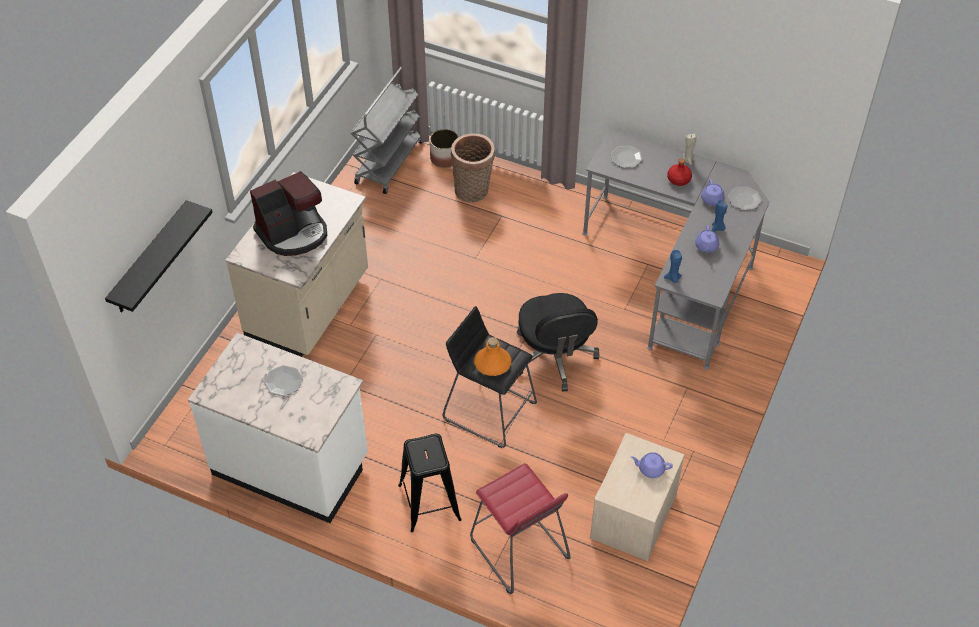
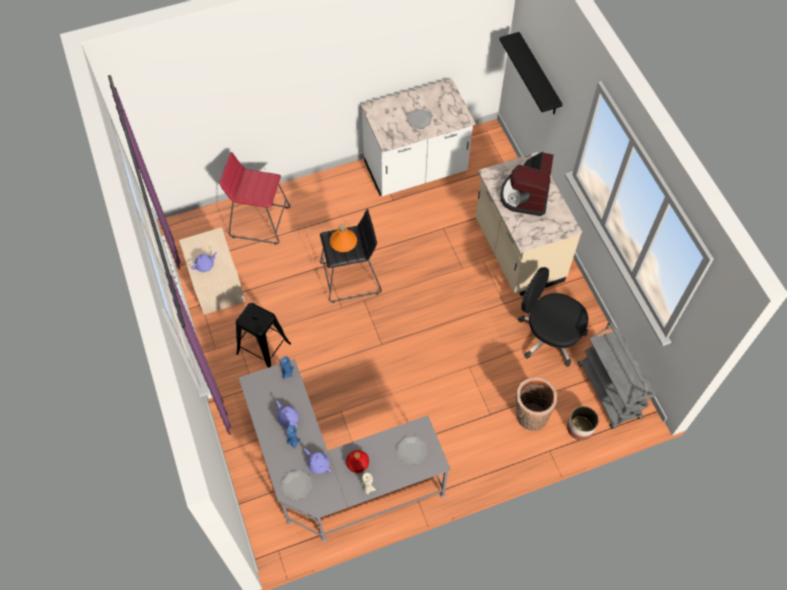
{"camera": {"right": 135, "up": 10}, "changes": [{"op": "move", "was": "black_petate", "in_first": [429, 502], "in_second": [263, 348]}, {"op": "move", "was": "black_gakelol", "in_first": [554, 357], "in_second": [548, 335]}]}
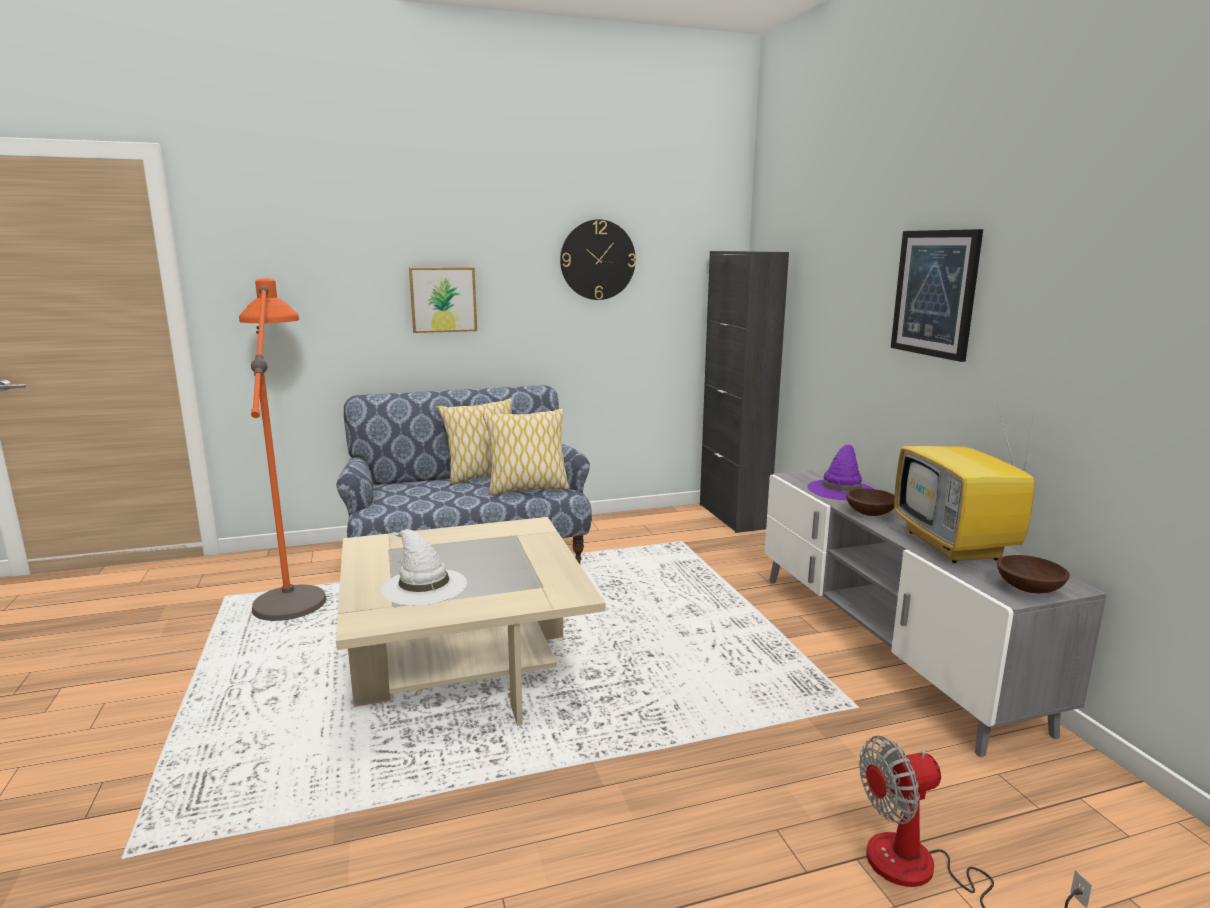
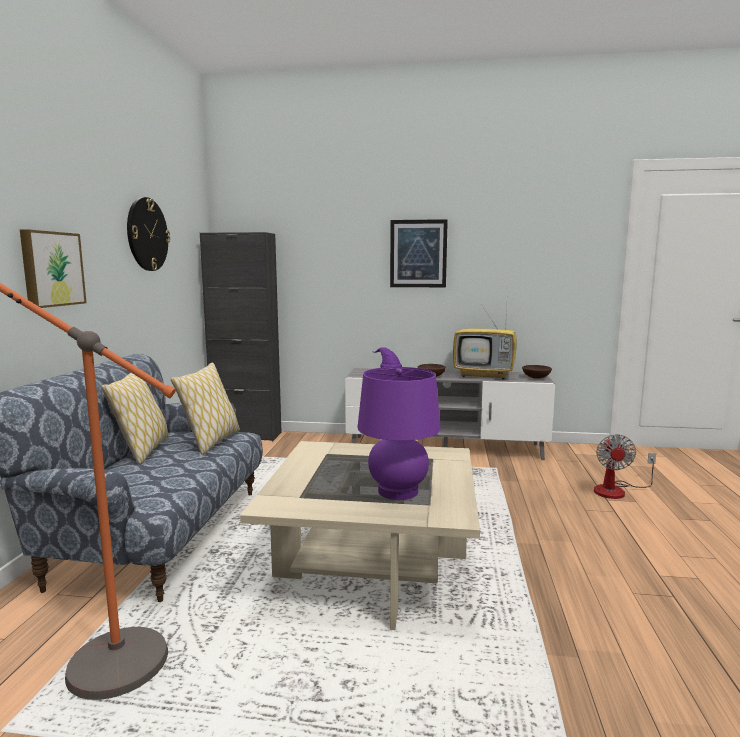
{"camera": {"right": -65, "up": -5}, "changes": [{"op": "replace", "was": "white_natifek", "now": "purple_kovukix", "in_first": [423, 586], "in_second": [398, 491]}]}
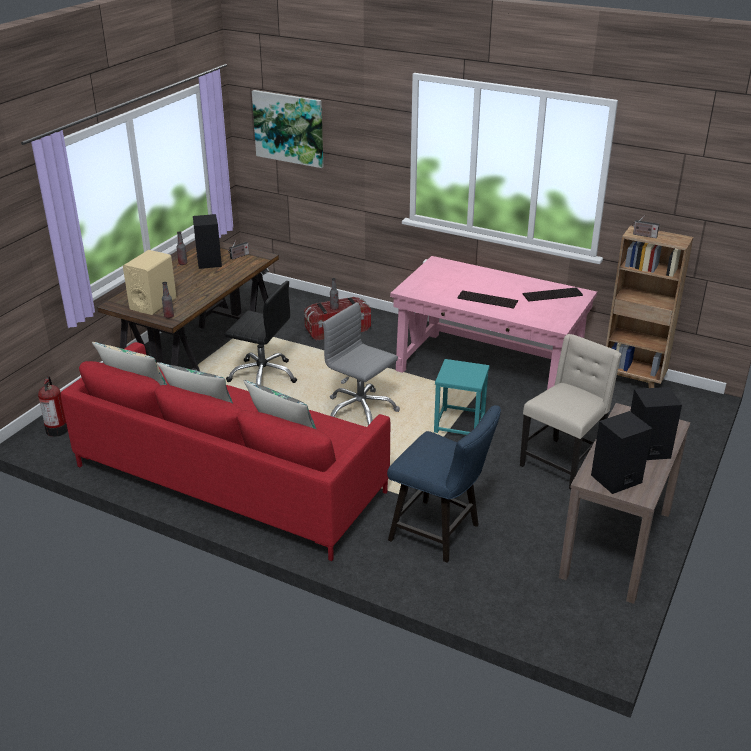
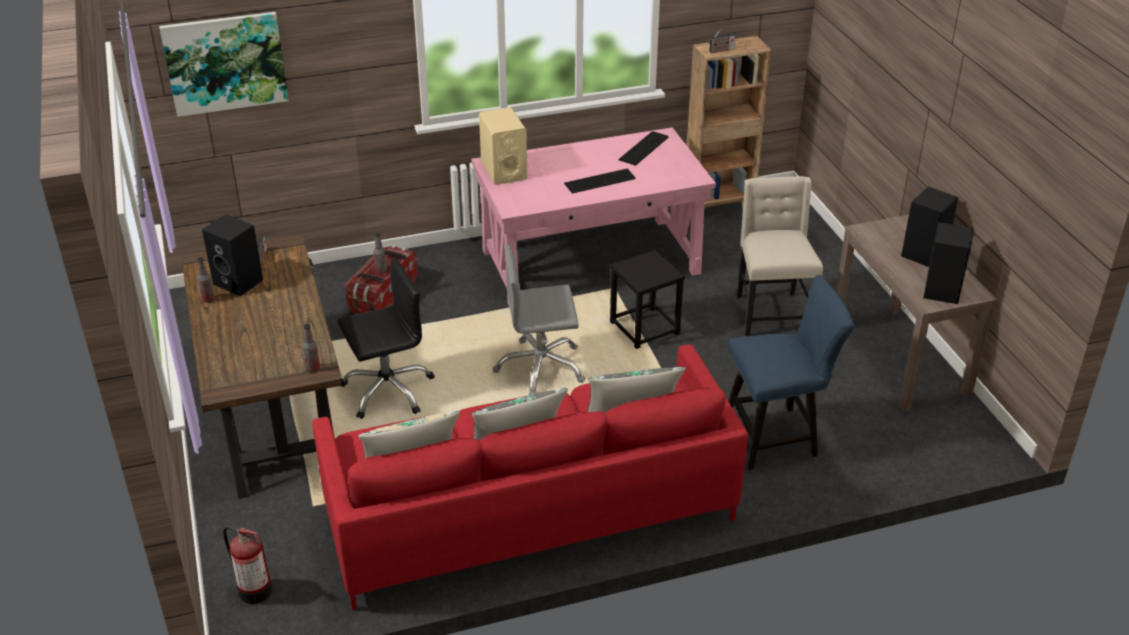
{"camera": {"right": -45, "up": 5}, "changes": [{"op": "move", "was": "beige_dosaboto", "in_first": [153, 304], "in_second": [503, 171]}, {"op": "recolor", "was": "turquoise_petate", "now": "black_petate", "in_first": [459, 424], "in_second": [644, 328]}]}
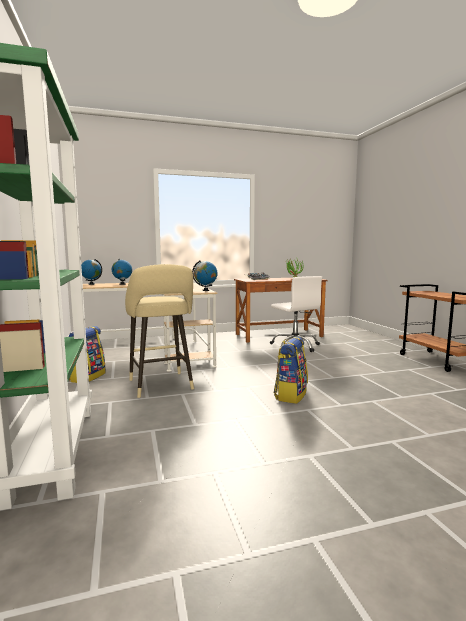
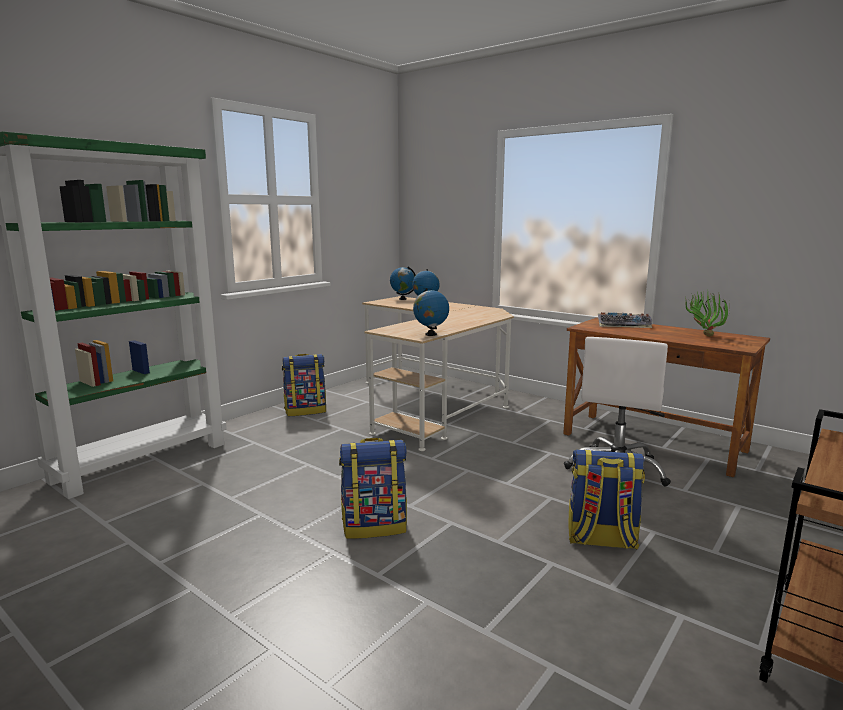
{"camera": {"right": 55, "up": 5}, "changes": [{"op": "insert", "now": "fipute", "in_second": [601, 540]}, {"op": "delete", "was": "beige_petate", "in_first": [161, 386]}]}
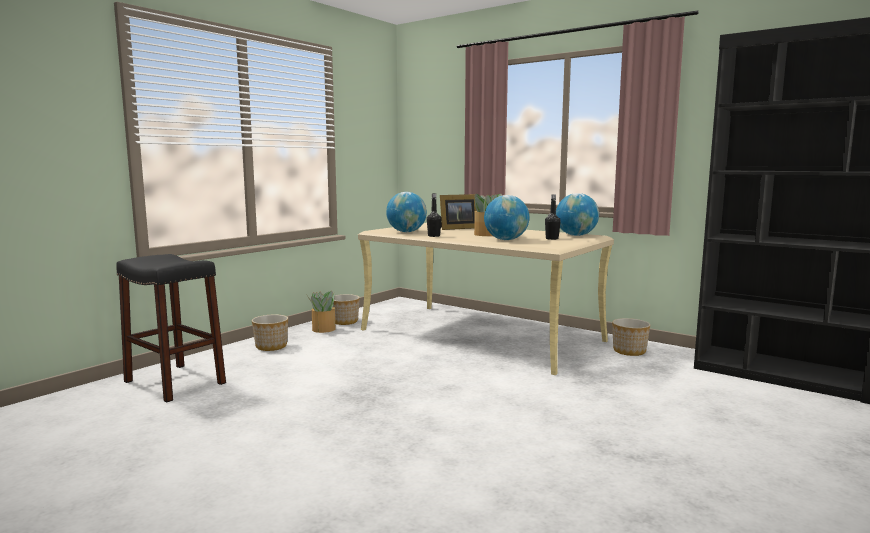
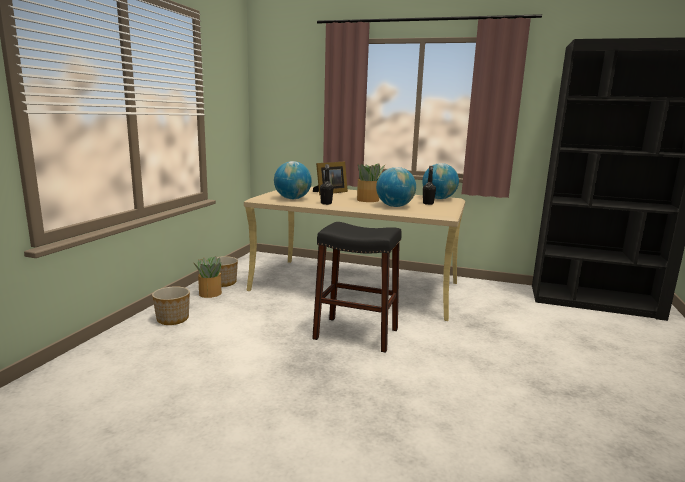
{"camera": {"right": -20, "up": 5}, "changes": [{"op": "move", "was": "black_petate", "in_first": [174, 382], "in_second": [356, 334]}, {"op": "delete", "was": "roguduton", "in_first": [630, 351]}]}
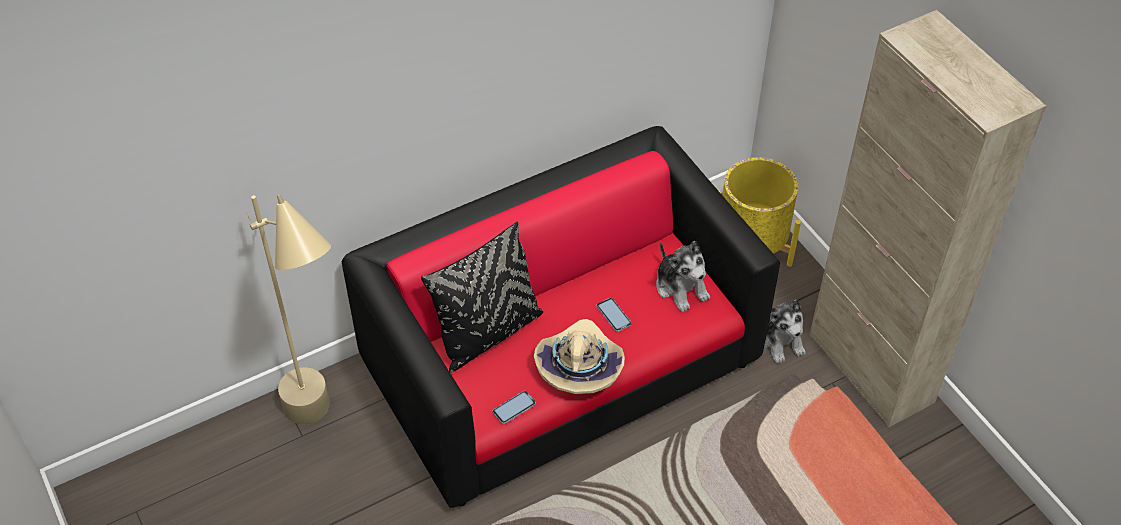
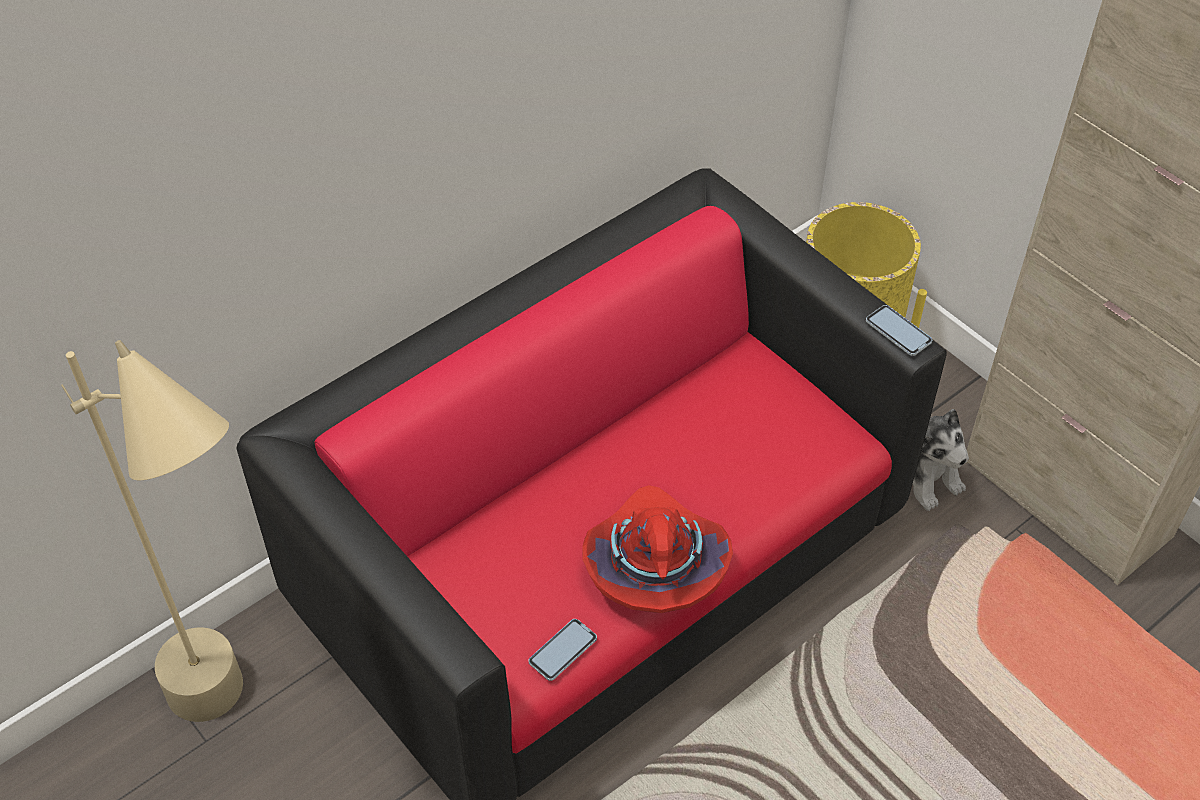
{"camera": {"right": -10, "up": 0}, "changes": [{"op": "recolor", "was": "beige_natifek", "now": "red_natifek", "in_first": [579, 365], "in_second": [654, 563]}, {"op": "move", "was": "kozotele", "in_first": [613, 315], "in_second": [898, 331]}, {"op": "delete", "was": "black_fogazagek", "in_first": [488, 333]}, {"op": "delete", "was": "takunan", "in_first": [681, 287]}]}
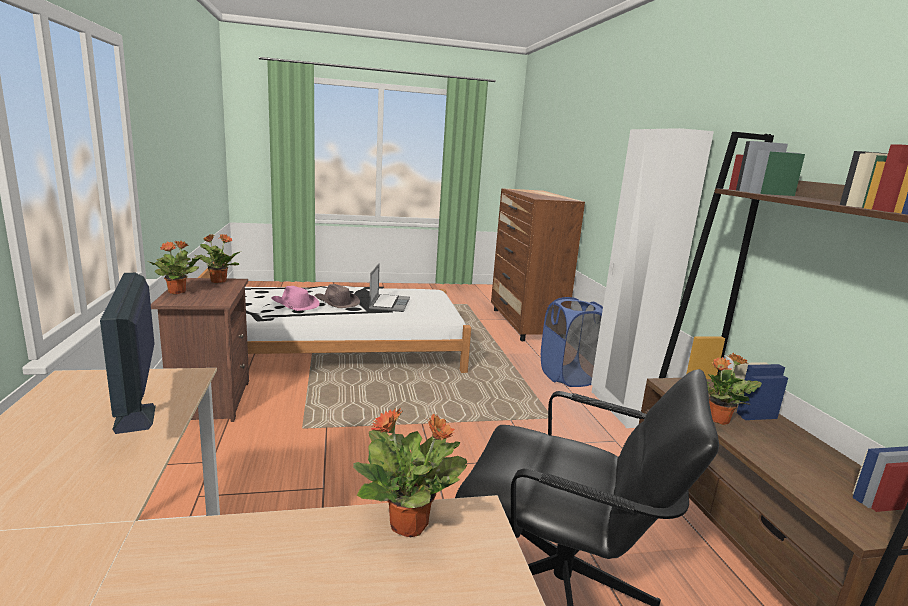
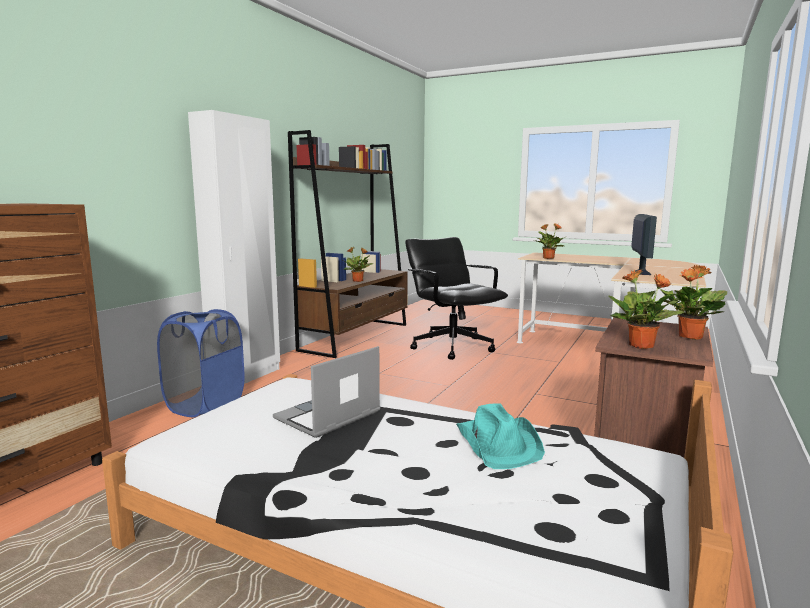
{"camera": {"right": -140, "up": -5}, "changes": [{"op": "recolor", "was": "pink_natifek", "now": "turquoise_natifek", "in_first": [295, 305], "in_second": [498, 444]}, {"op": "delete", "was": "brown_natifek", "in_first": [336, 302]}]}
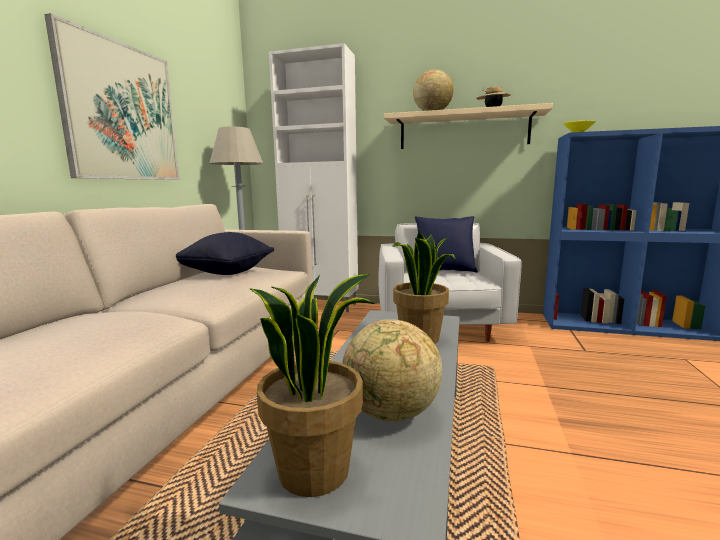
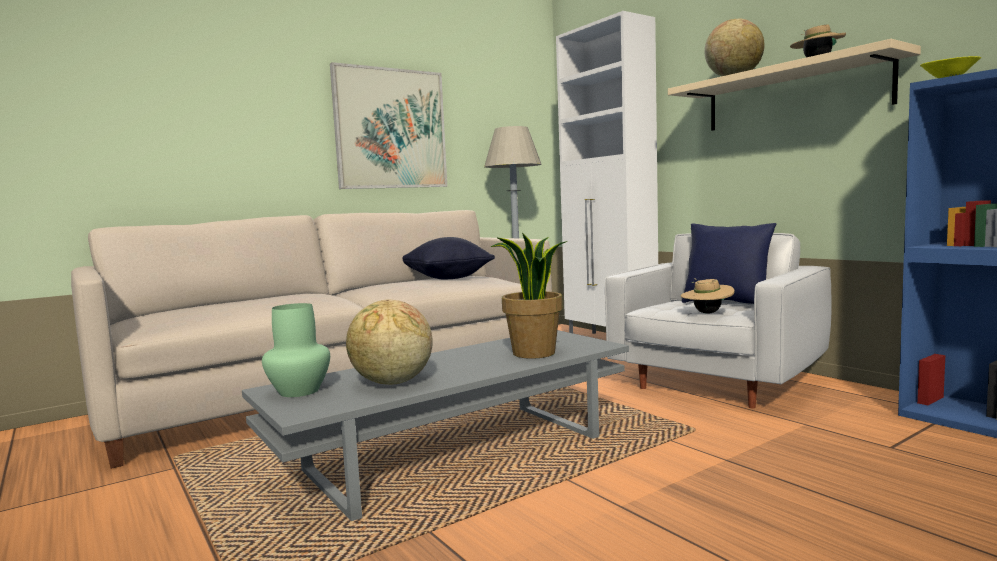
{"camera": {"right": 40, "up": -5}, "changes": [{"op": "replace", "was": "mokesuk", "now": "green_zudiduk", "in_first": [315, 469], "in_second": [299, 391]}, {"op": "insert", "now": "beige_natifek", "in_second": [707, 313]}]}
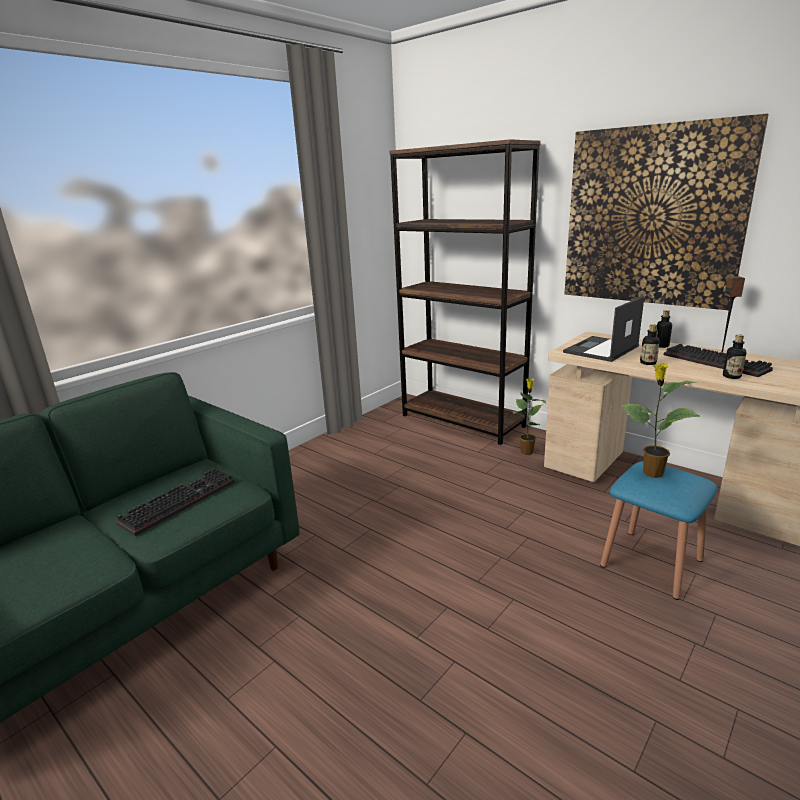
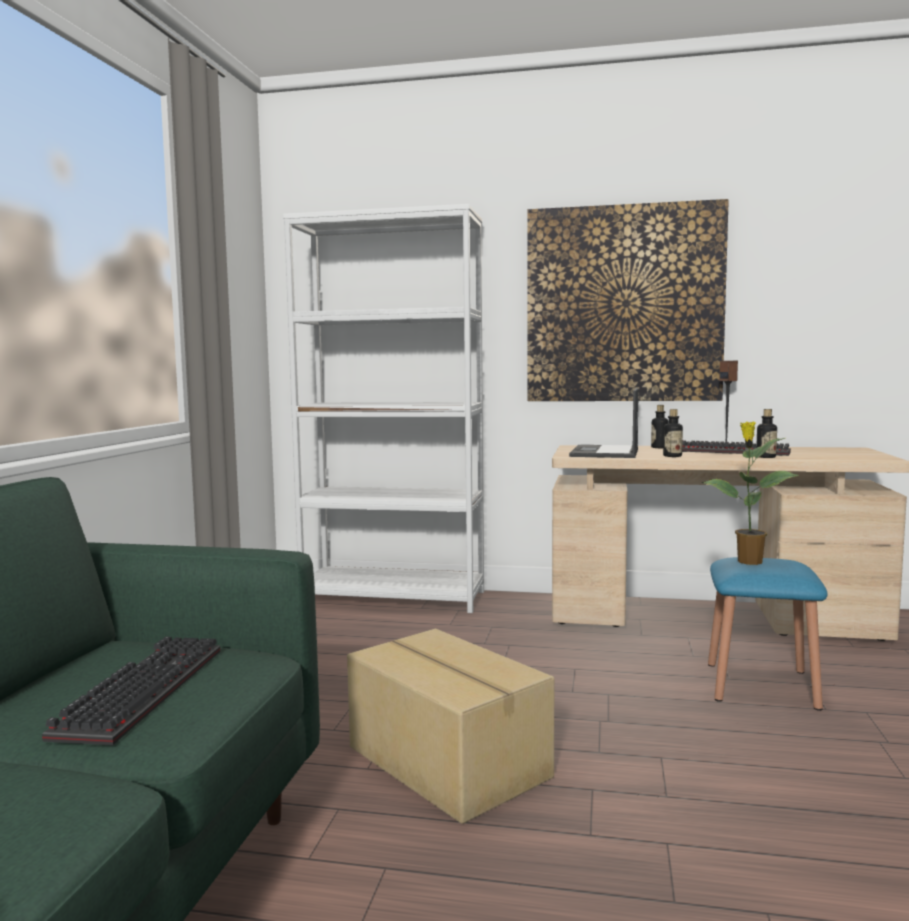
{"camera": {"right": -30, "up": -15}, "changes": [{"op": "recolor", "was": "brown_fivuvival", "now": "white_fivuvival", "in_first": [462, 421], "in_second": [394, 597]}, {"op": "insert", "now": "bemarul", "in_second": [446, 763]}, {"op": "delete", "was": "mokesuk", "in_first": [527, 451]}]}
